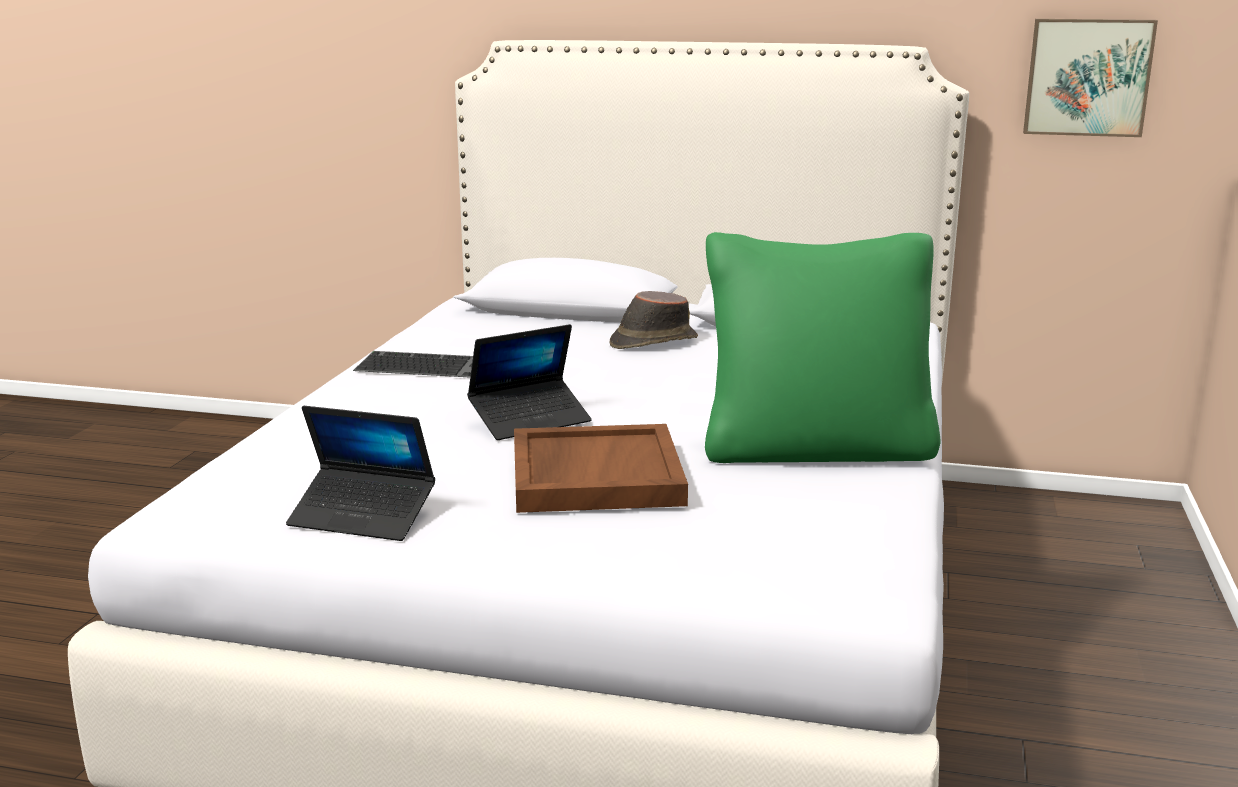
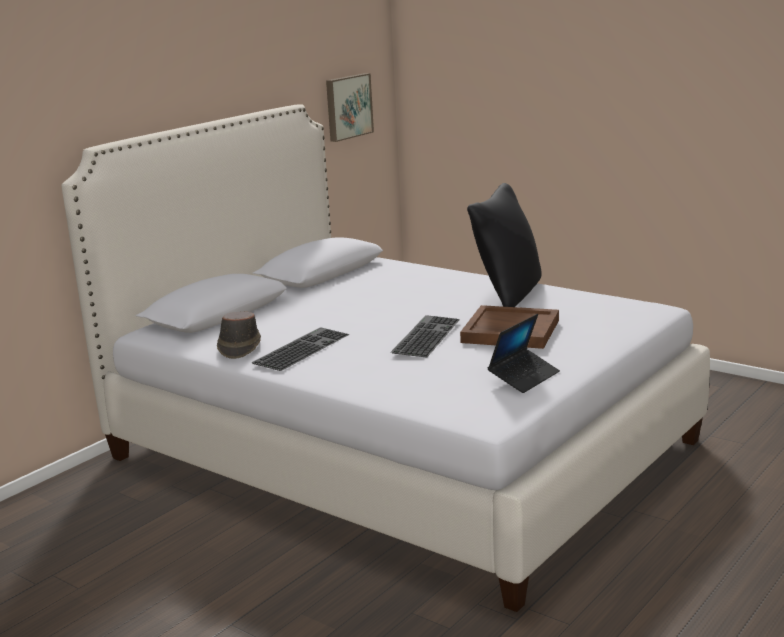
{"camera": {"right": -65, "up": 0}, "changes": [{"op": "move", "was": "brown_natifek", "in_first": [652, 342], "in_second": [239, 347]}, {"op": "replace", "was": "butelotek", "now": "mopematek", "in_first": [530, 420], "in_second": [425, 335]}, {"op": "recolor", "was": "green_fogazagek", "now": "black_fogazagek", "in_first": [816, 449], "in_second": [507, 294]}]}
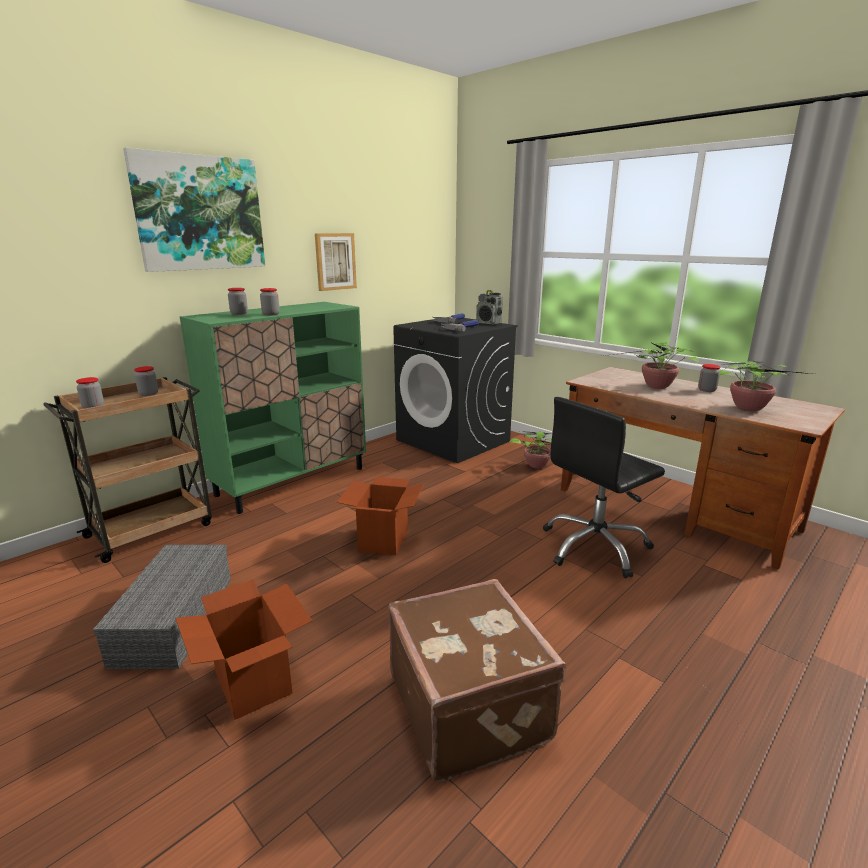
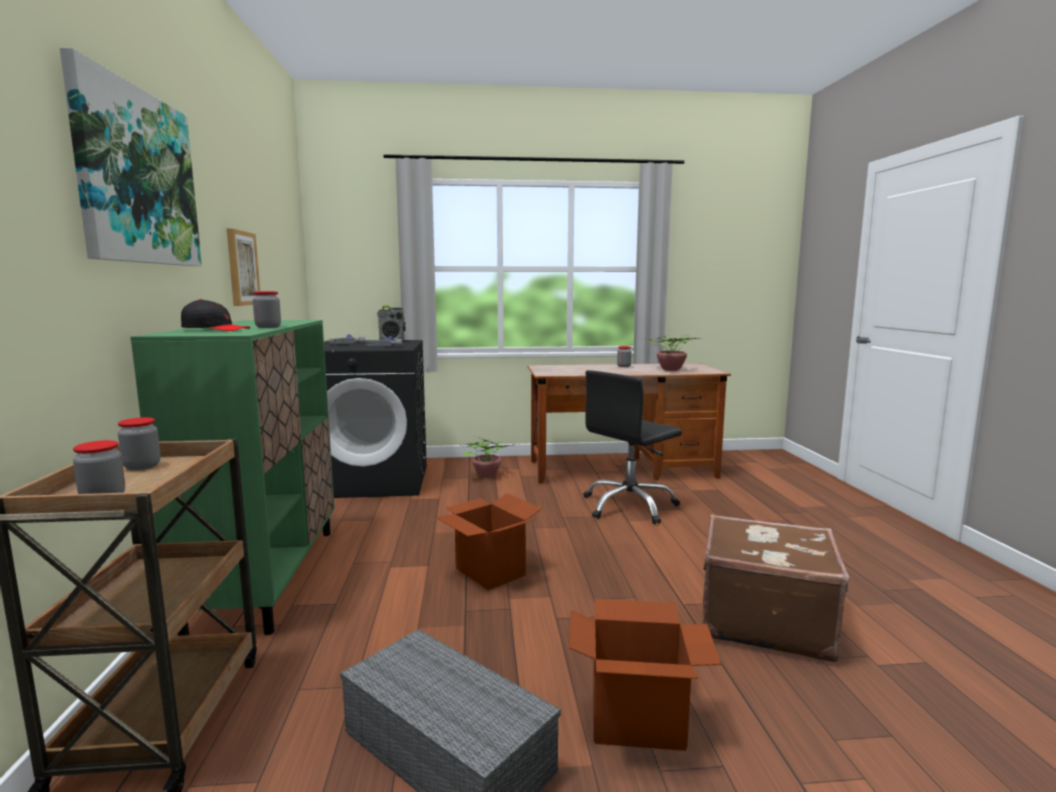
{"camera": {"right": -50, "up": -10}, "changes": [{"op": "replace", "was": "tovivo", "now": "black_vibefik", "in_first": [239, 313], "in_second": [215, 329]}, {"op": "rotate", "was": "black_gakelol", "in_first": [595, 547], "in_second": [629, 506], "clockwise": 45}, {"op": "delete", "was": "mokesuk", "in_first": [655, 386]}]}
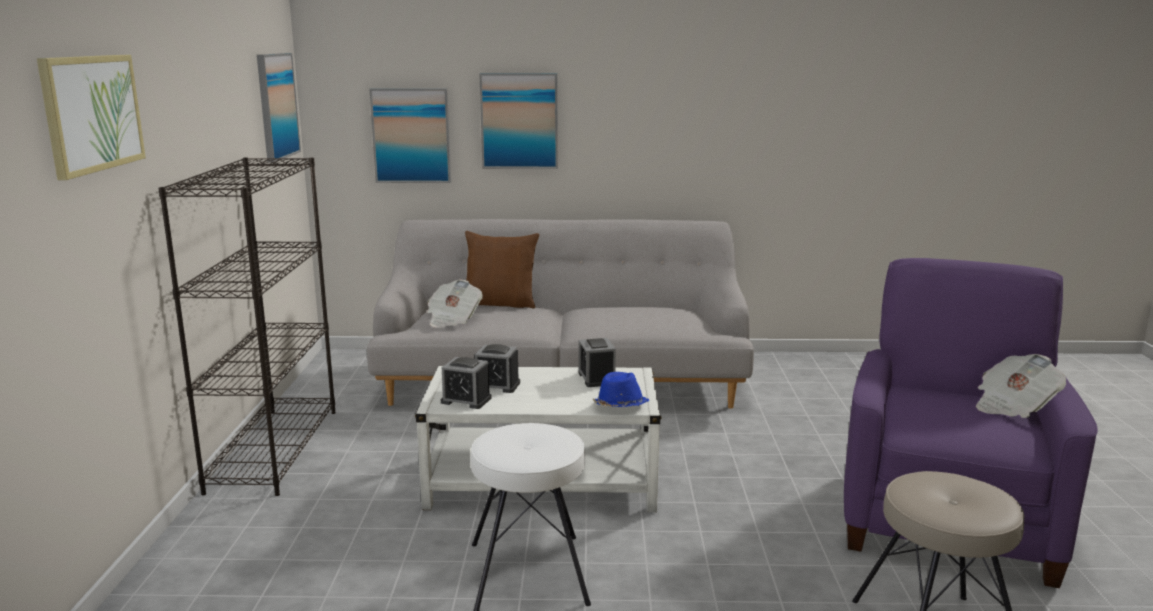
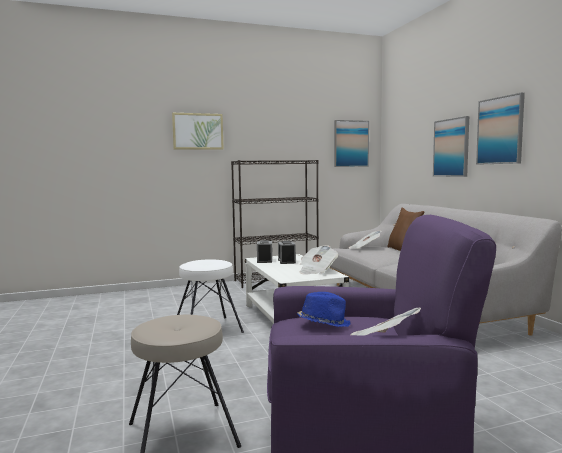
{"camera": {"right": 70, "up": -10}, "changes": [{"op": "move", "was": "blue_natifek", "in_first": [620, 407], "in_second": [323, 323]}, {"op": "replace", "was": "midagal", "now": "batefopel", "in_first": [596, 378], "in_second": [316, 271]}, {"op": "move", "was": "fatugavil", "in_first": [411, 135], "in_second": [500, 130]}]}
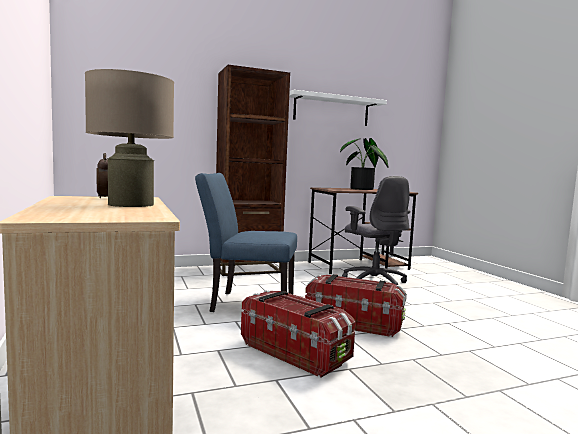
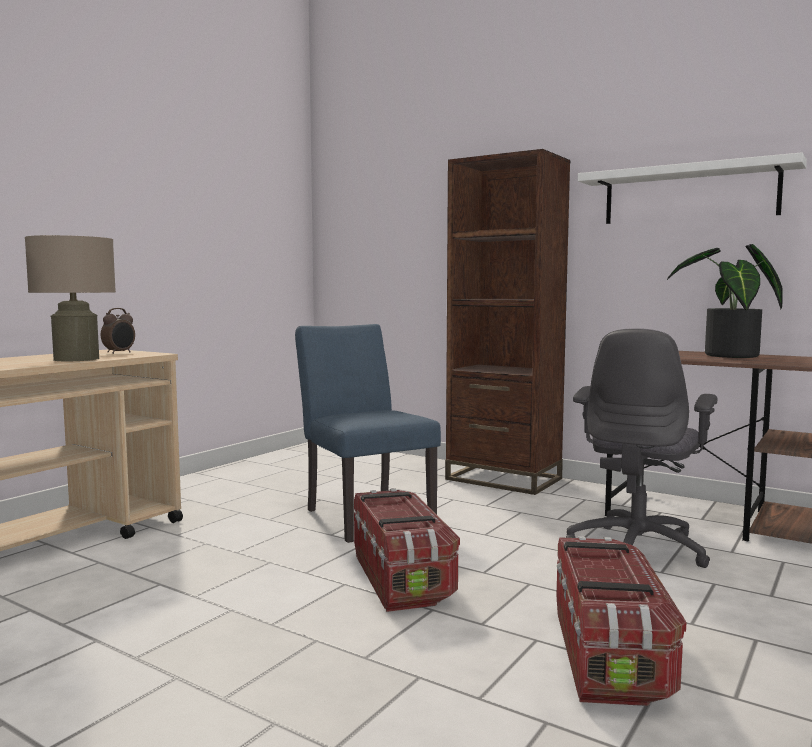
{"camera": {"right": 55, "up": 0}, "changes": [{"op": "move", "was": "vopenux", "in_first": [295, 352], "in_second": [609, 654]}]}
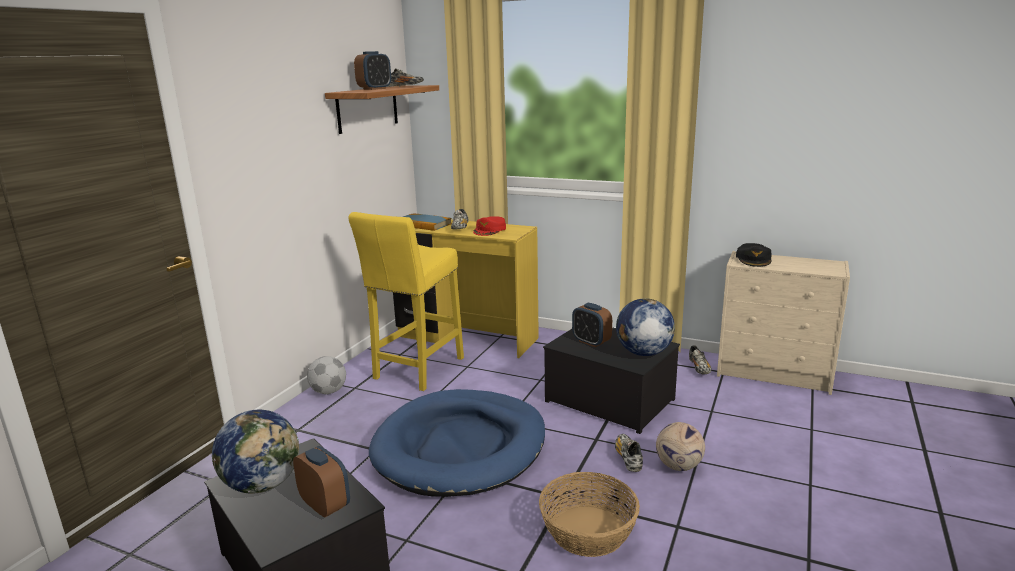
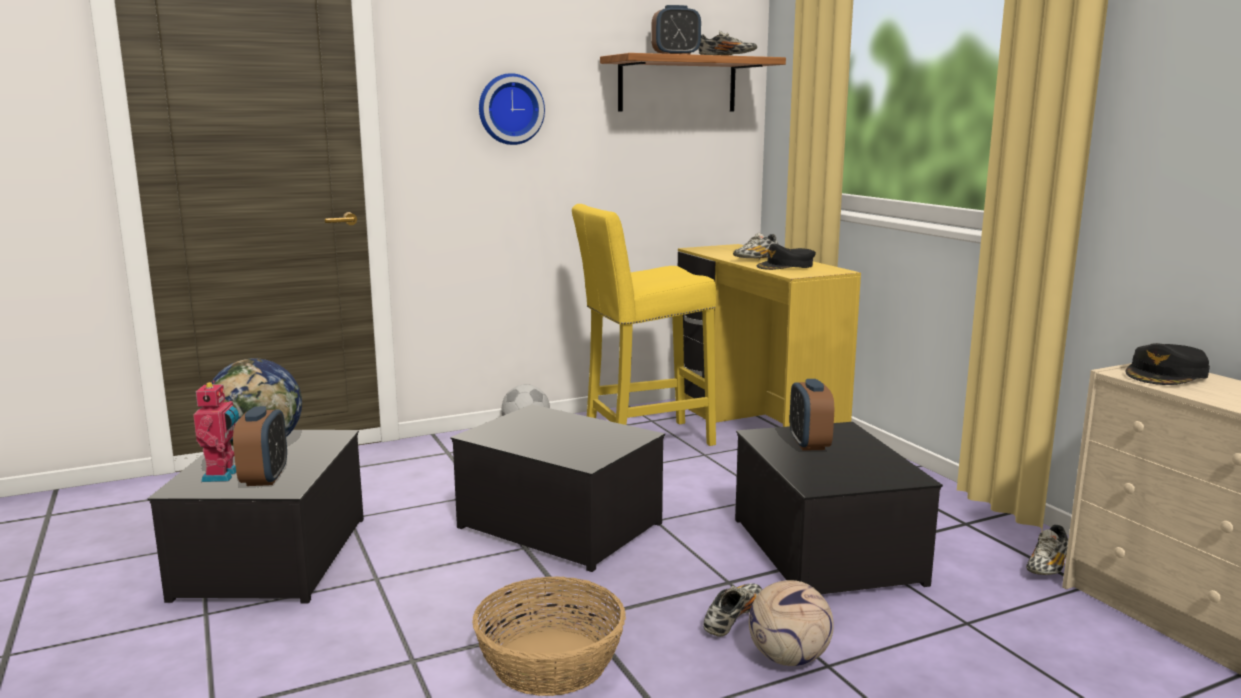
{"camera": {"right": 40, "up": -5}, "changes": [{"op": "insert", "now": "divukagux", "in_second": [222, 476]}, {"op": "replace", "was": "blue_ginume", "now": "vopenux", "in_first": [460, 447], "in_second": [562, 525]}, {"op": "insert", "now": "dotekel", "in_second": [510, 109]}, {"op": "recolor", "was": "red_vibefik", "now": "black_vibefik", "in_first": [490, 230], "in_second": [786, 266]}, {"op": "delete", "was": "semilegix", "in_first": [423, 224]}, {"op": "delete", "was": "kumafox", "in_first": [643, 353]}]}
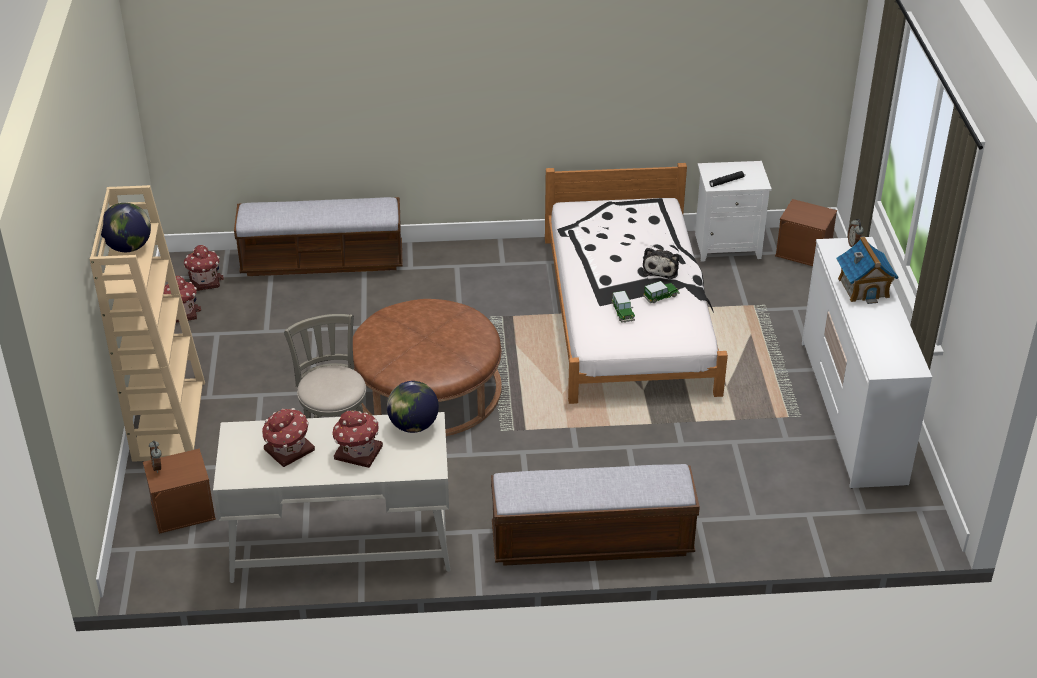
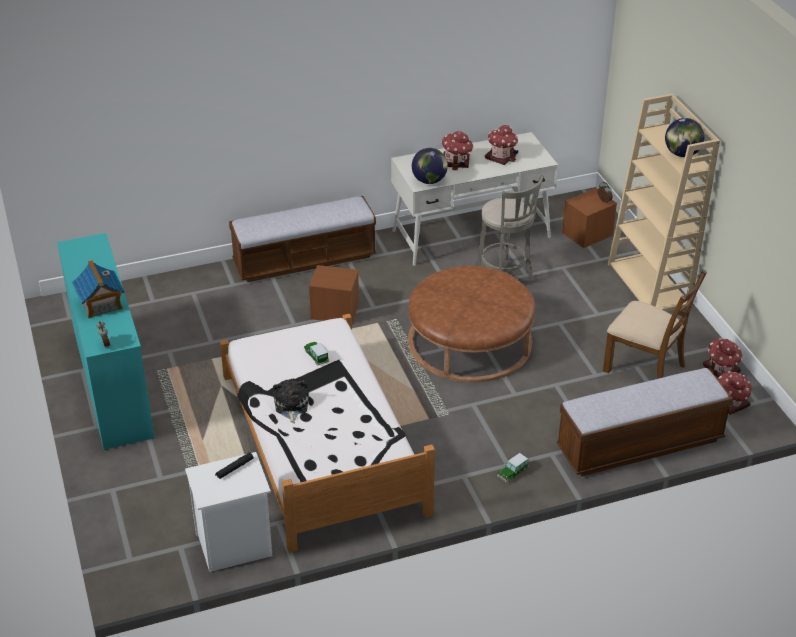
{"camera": {"right": 165, "up": 0}, "changes": [{"op": "recolor", "was": "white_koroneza", "now": "turquoise_koroneza", "in_first": [852, 412], "in_second": [112, 382]}, {"op": "move", "was": "brown_vopenux", "in_first": [804, 251], "in_second": [334, 311]}, {"op": "move", "was": "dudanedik", "in_first": [661, 296], "in_second": [512, 473]}, {"op": "insert", "now": "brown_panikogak", "in_second": [645, 368]}]}
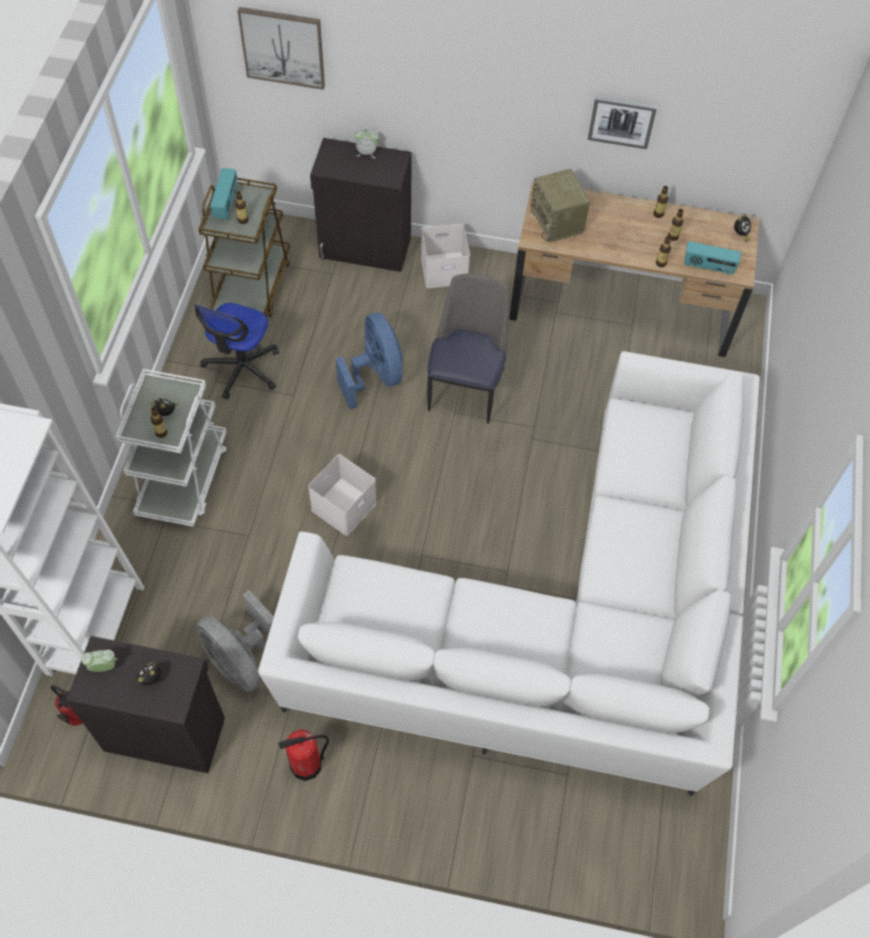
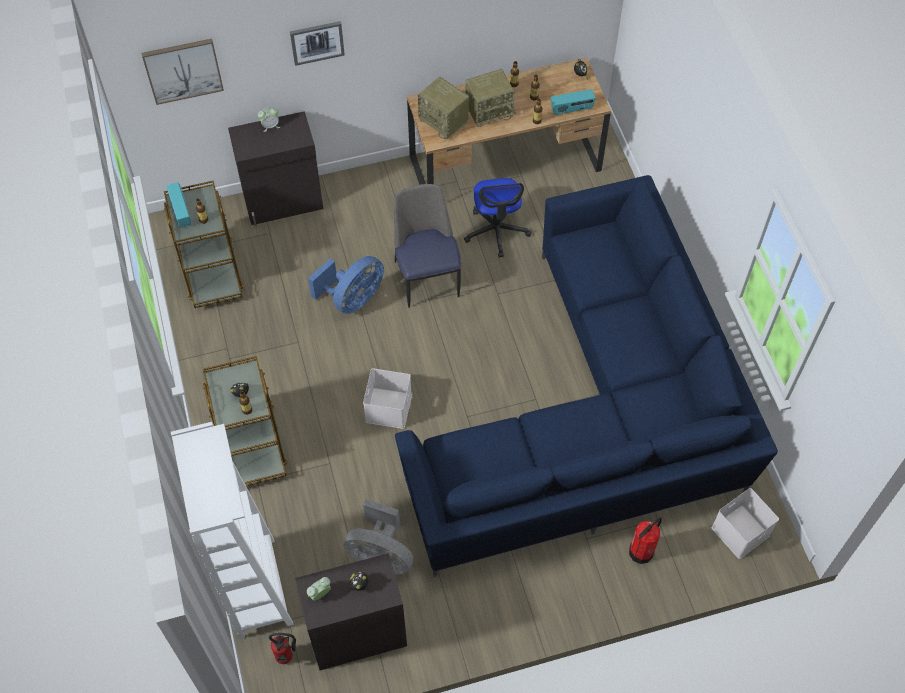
{"camera": {"right": -25, "up": 0}, "changes": [{"op": "recolor", "was": "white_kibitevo", "now": "brown_kibitevo", "in_first": [183, 478], "in_second": [252, 444]}, {"op": "move", "was": "fatugavil", "in_first": [621, 121], "in_second": [317, 42]}, {"op": "rotate", "was": "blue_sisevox", "in_first": [375, 376], "in_second": [352, 299], "clockwise": 90}, {"op": "recolor", "was": "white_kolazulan", "now": "blue_kolazulan", "in_first": [561, 625], "in_second": [595, 419]}, {"op": "move", "was": "gakelol", "in_first": [242, 369], "in_second": [496, 231]}, {"op": "insert", "now": "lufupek", "in_second": [489, 110]}, {"op": "move", "was": "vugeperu", "in_first": [306, 765], "in_second": [641, 552]}, {"op": "move", "was": "white_vopenux", "in_first": [445, 269], "in_second": [740, 530]}]}
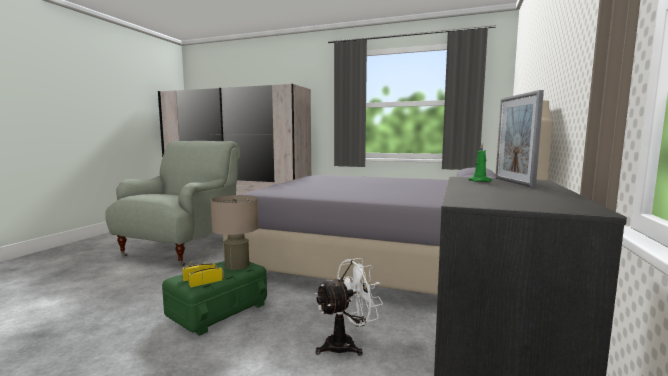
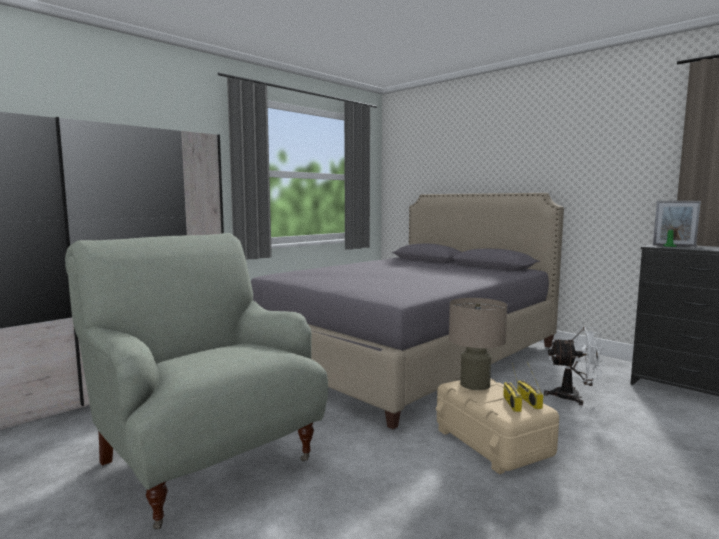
{"camera": {"right": -65, "up": 0}, "changes": [{"op": "recolor", "was": "green_vopenux", "now": "beige_vopenux", "in_first": [218, 310], "in_second": [493, 442]}, {"op": "rotate", "was": "white_sisevox", "in_first": [346, 344], "in_second": [574, 397], "clockwise": 105}]}
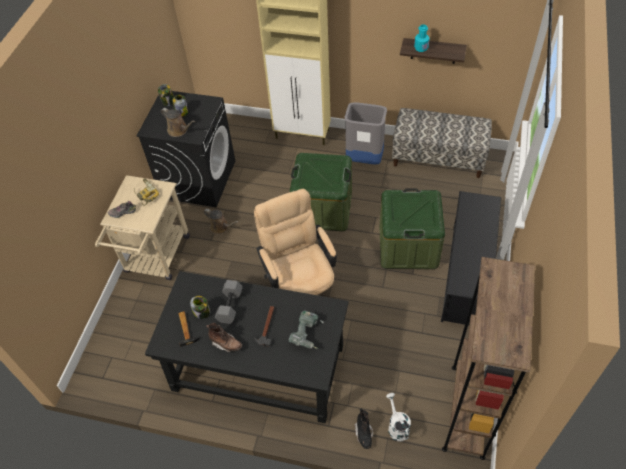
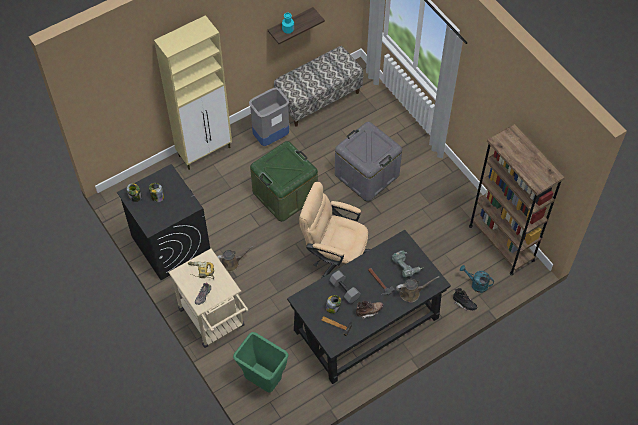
{"camera": {"right": -50, "up": 5}, "changes": [{"op": "insert", "now": "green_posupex", "in_second": [262, 381]}, {"op": "recolor", "was": "green_vopenux", "now": "grey_vopenux", "in_first": [408, 246], "in_second": [367, 174]}, {"op": "move", "was": "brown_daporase", "in_first": [179, 130], "in_second": [412, 293]}, {"op": "recolor", "was": "white_daporase", "now": "turquoise_daporase", "in_first": [397, 426], "in_second": [476, 284]}, {"op": "delete", "was": "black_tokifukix", "in_first": [466, 275]}]}
